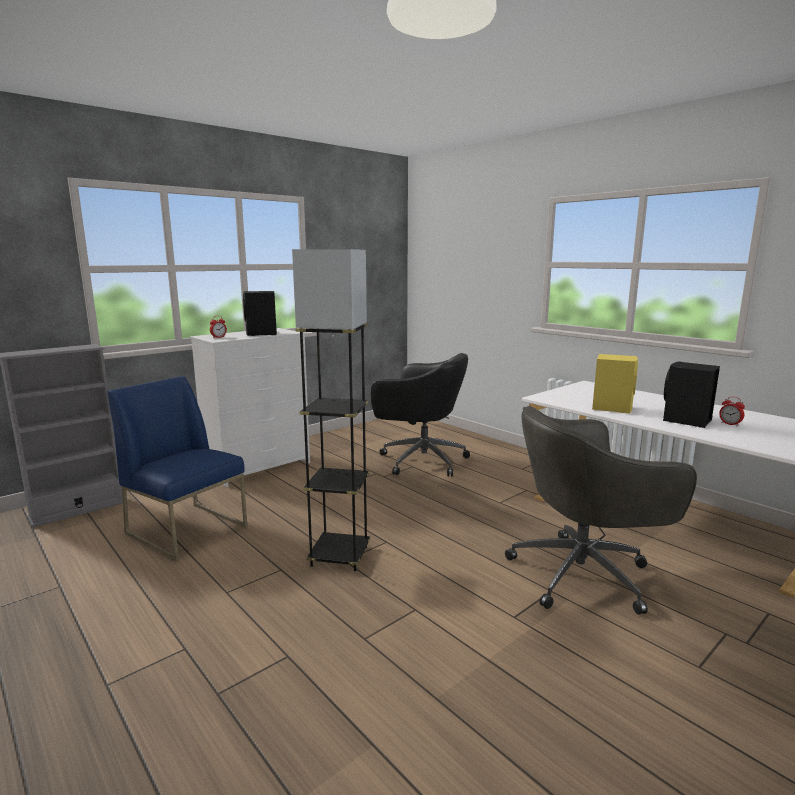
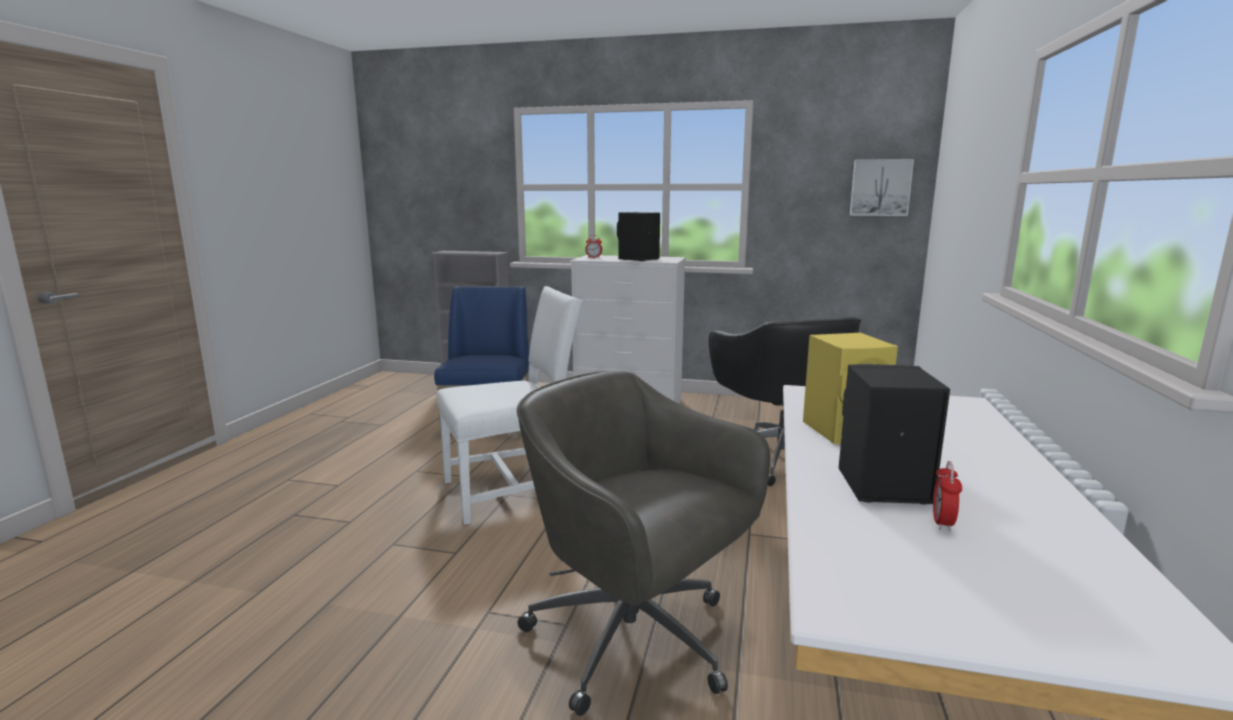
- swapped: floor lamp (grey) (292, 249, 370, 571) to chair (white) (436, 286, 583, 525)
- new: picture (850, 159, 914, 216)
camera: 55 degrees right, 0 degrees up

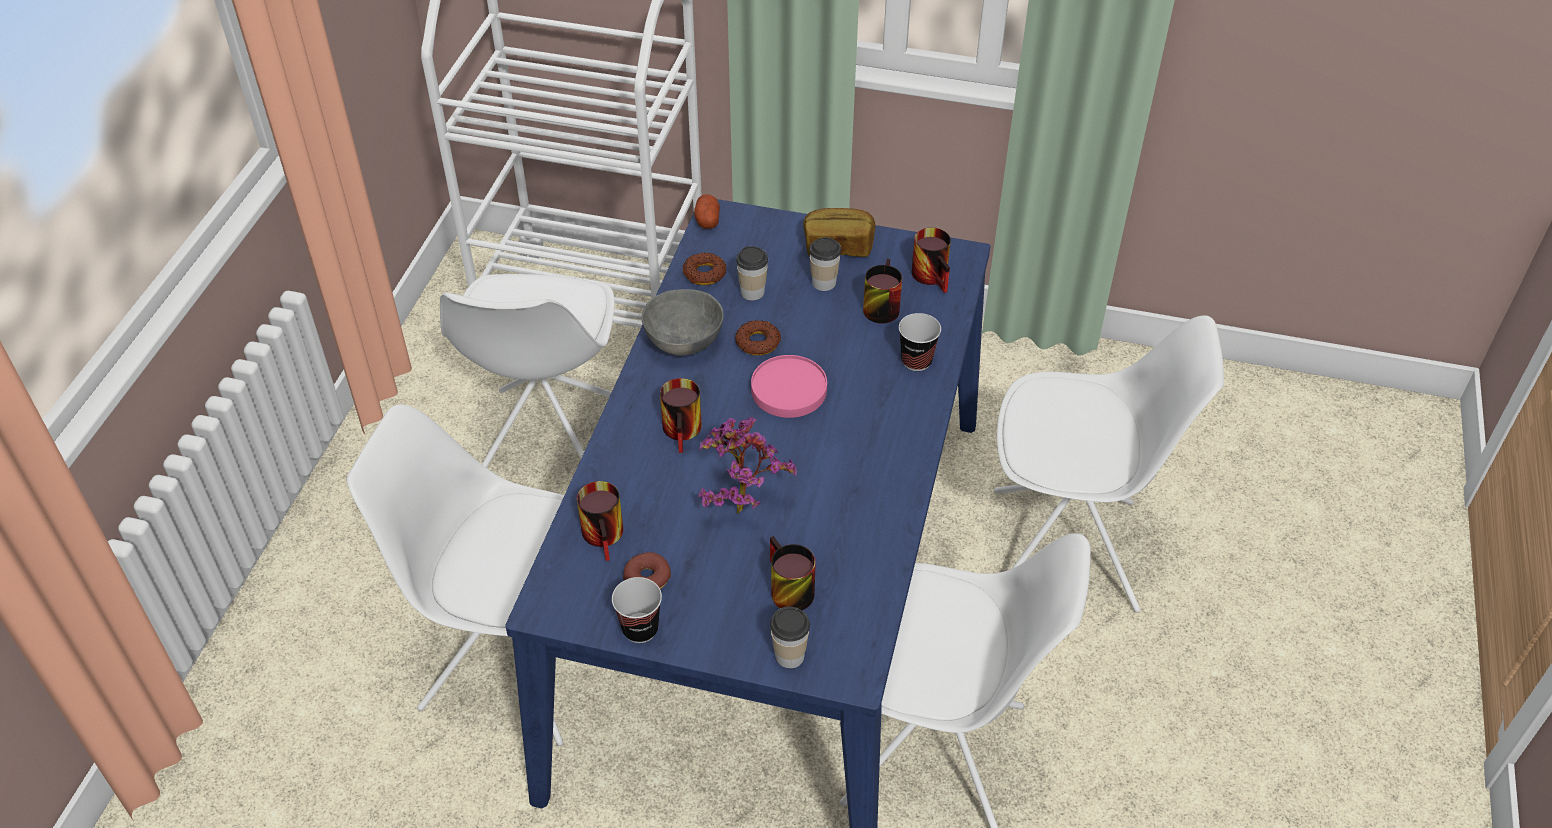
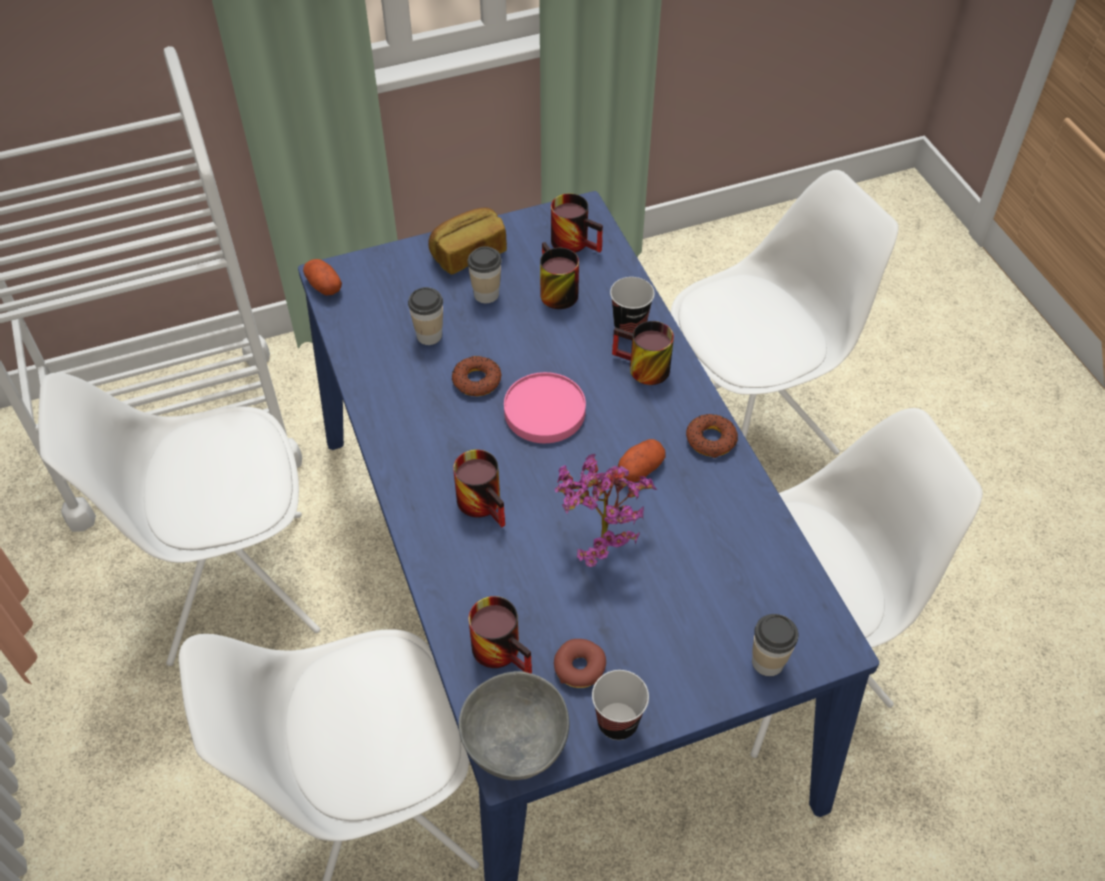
- shifted: donut (683, 252, 726, 285) to (686, 414, 738, 458)
- rotated: chair (white) (440, 274, 615, 468) = (38, 373, 320, 666) 105 degrees clockwise
- shifted: bowl (grey) (642, 289, 724, 356) to (459, 671, 570, 780)
- shifted: mug (770, 536, 816, 610) to (612, 321, 674, 385)
- new: potato (618, 439, 665, 482)
camera: 35 degrees left, 5 degrees up

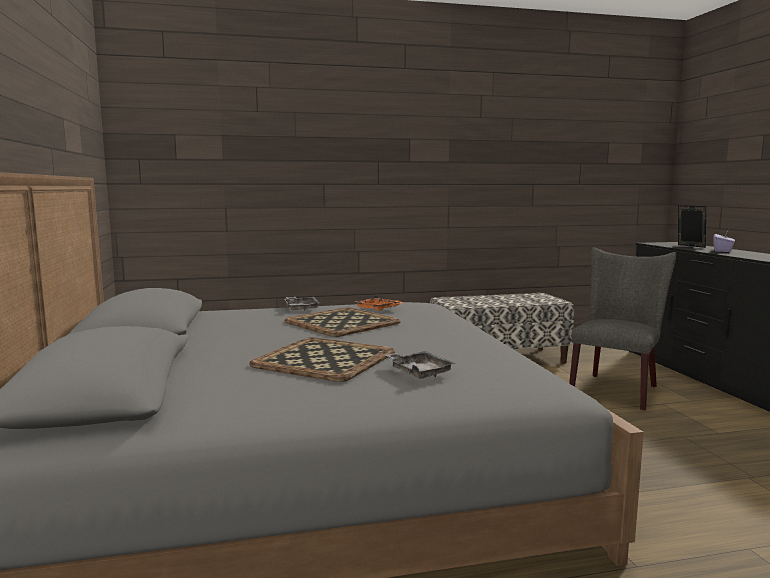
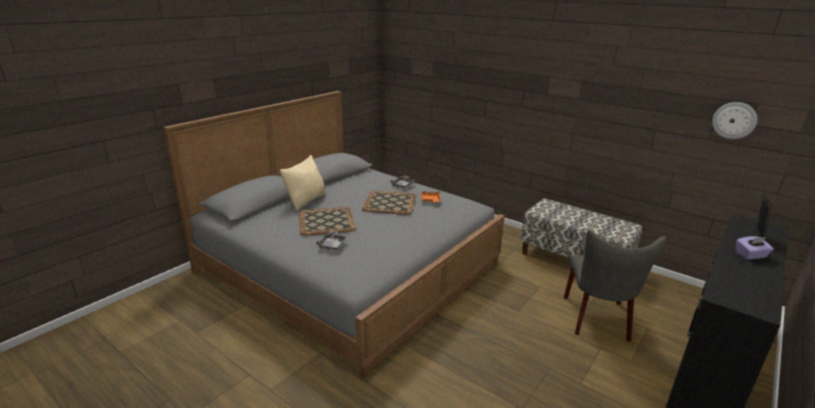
- rotated: chair (grey) (569, 248, 676, 410) = (564, 230, 667, 342) 105 degrees clockwise
- new: wall clock (712, 102, 757, 139)
- new: pillow (beige) (280, 155, 326, 210)
camera: 50 degrees right, 15 degrees up

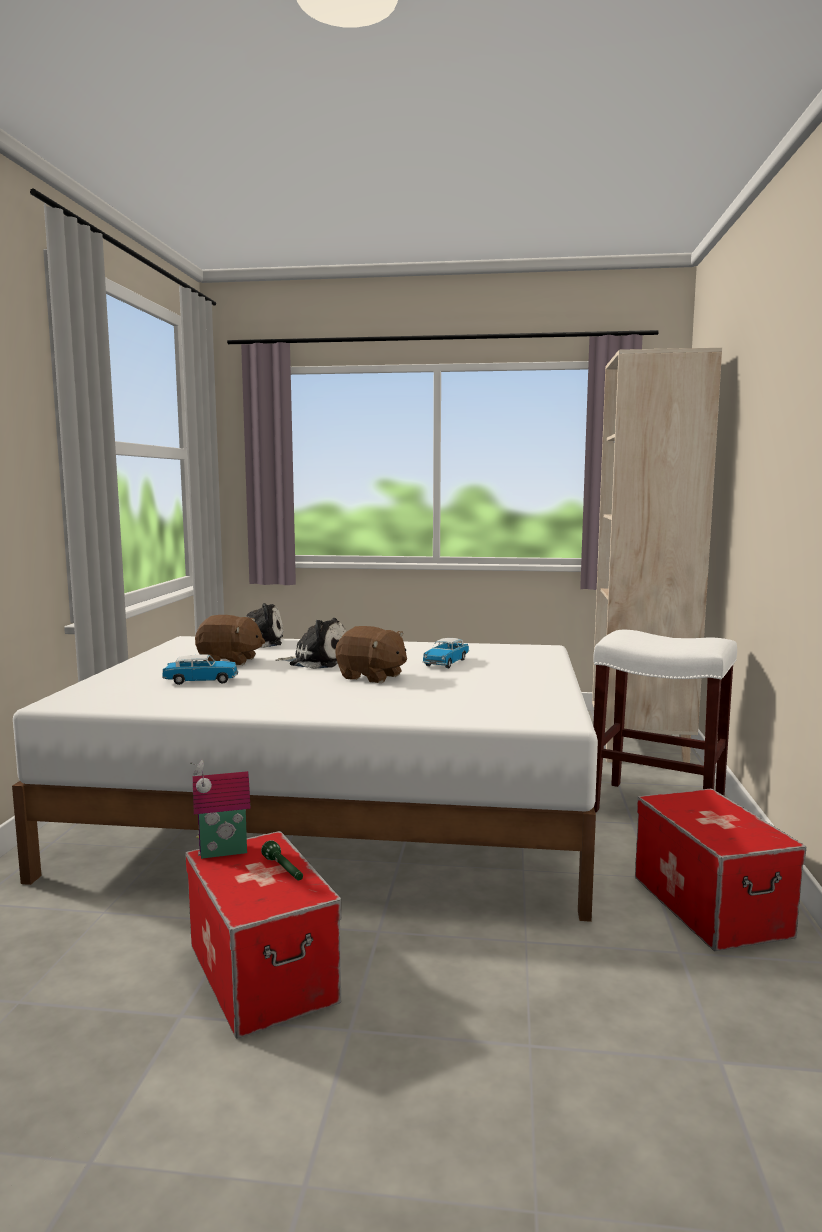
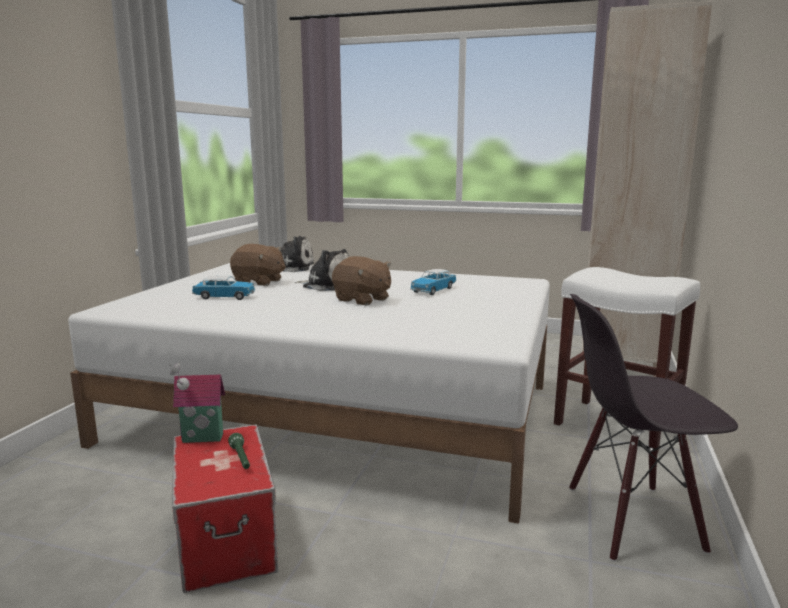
- swapped: storage box (635, 789, 806, 951) to chair (black) (569, 294, 738, 562)
camera: 10 degrees right, 5 degrees up

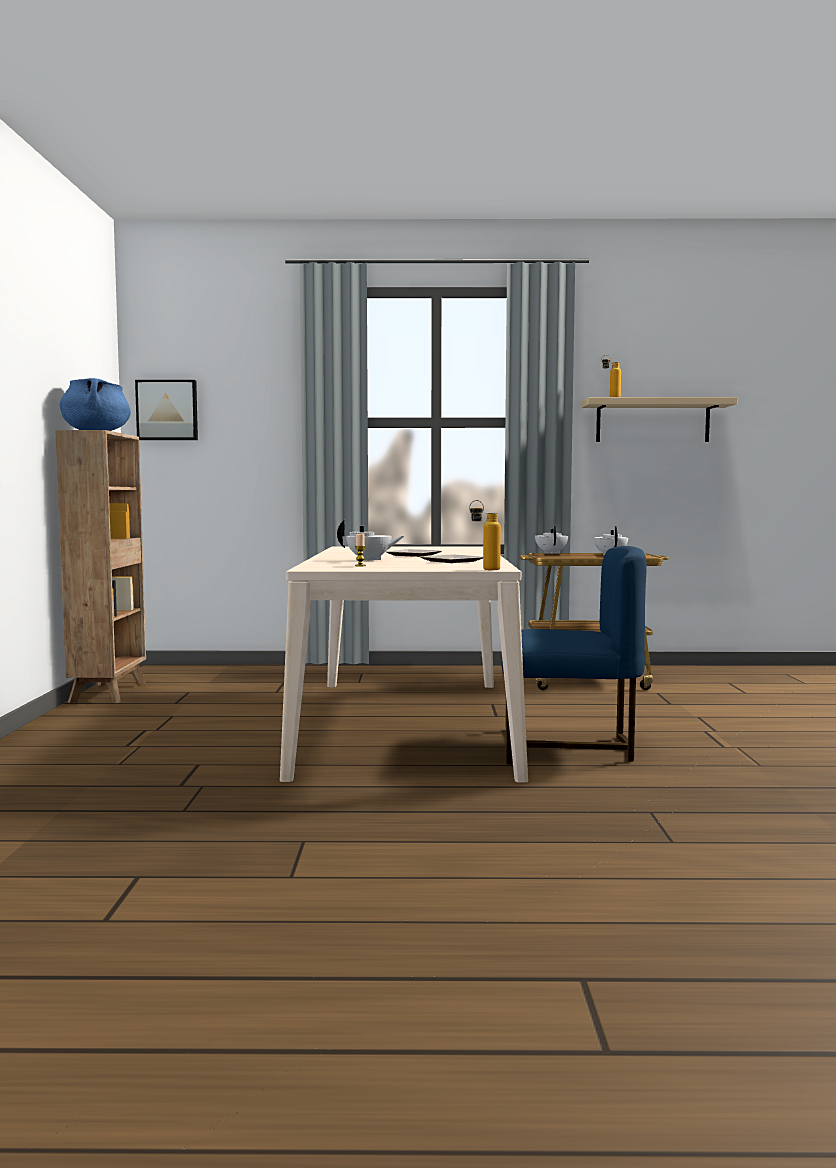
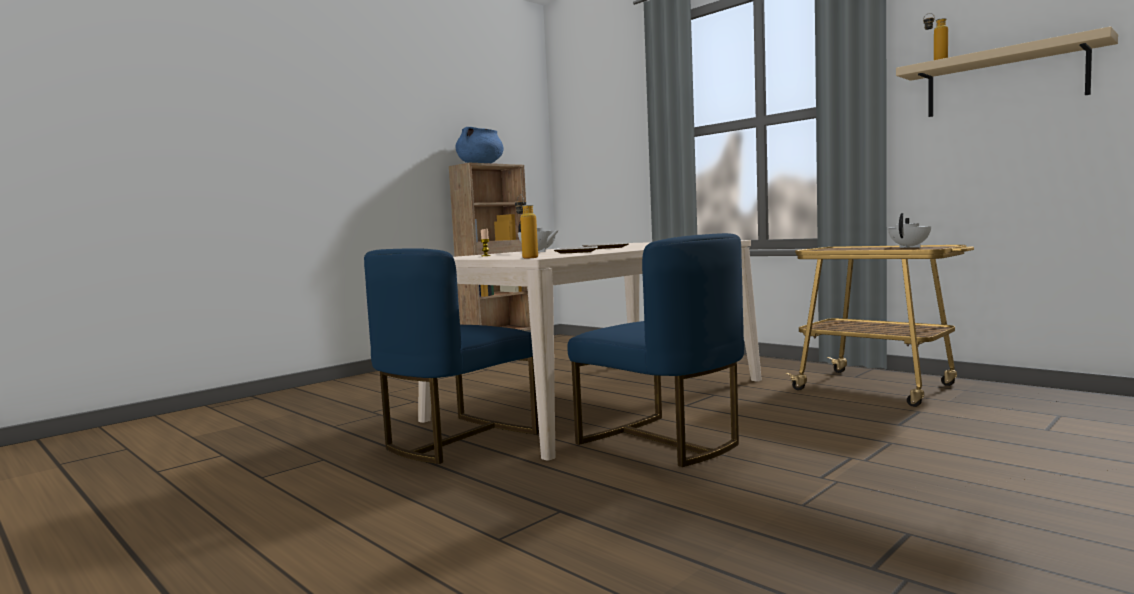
- gone: picture (135, 380, 198, 440)
- gone: teapot (white) (535, 524, 568, 554)
- new: chair (blue) (364, 248, 539, 464)
camera: 45 degrees right, 0 degrees up

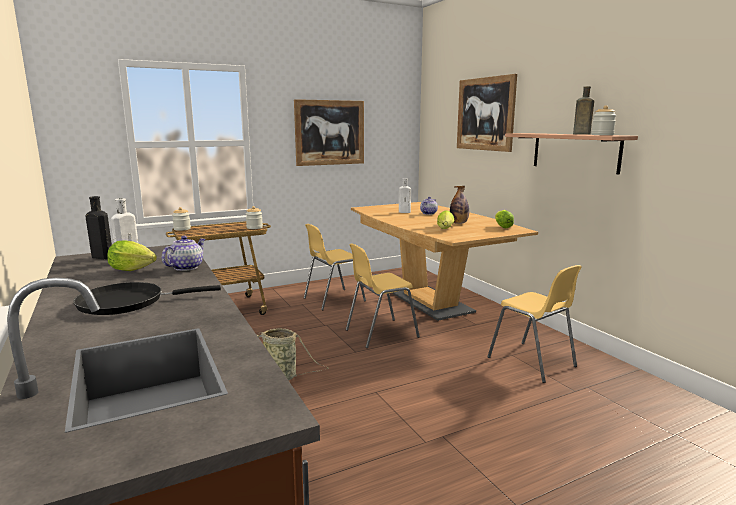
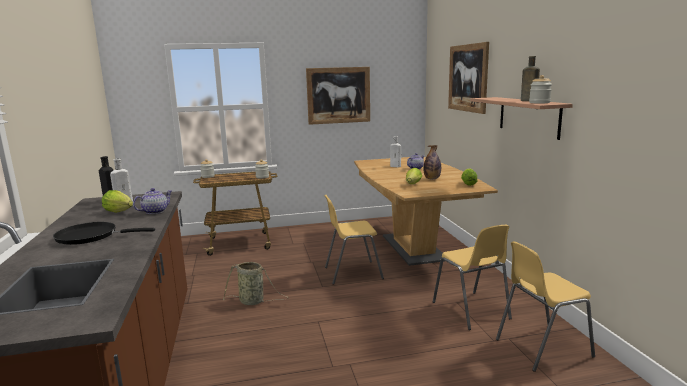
- shifted: chair (yellow) (304, 224, 366, 310) to (496, 241, 595, 372)
camera: 15 degrees right, 0 degrees up

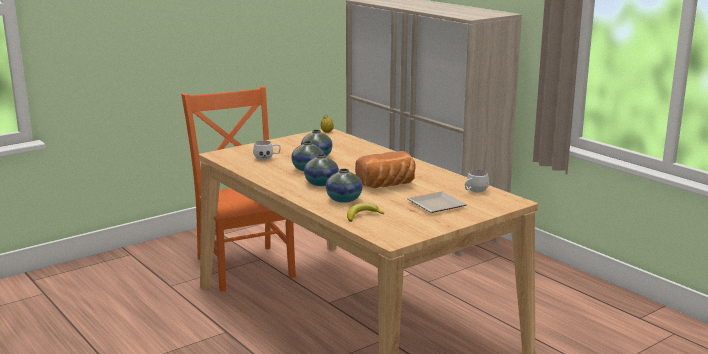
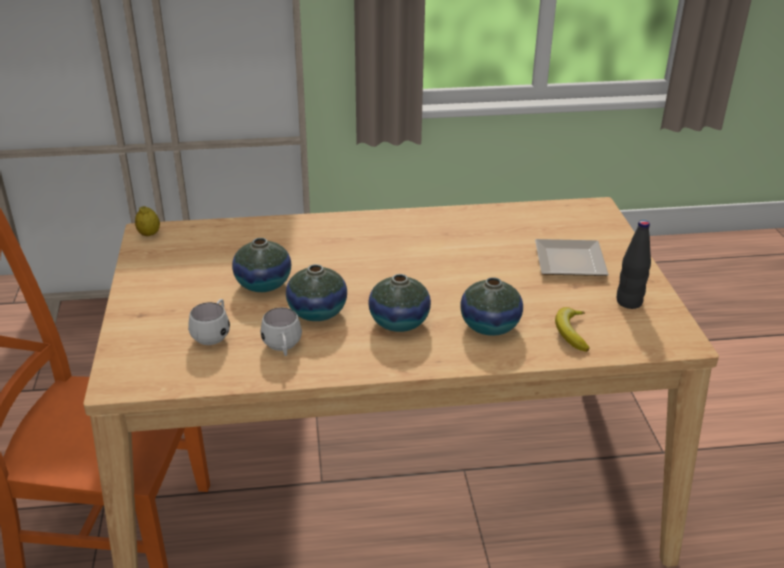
- gone: bread (355, 151, 415, 188)
- shifted: mug (white) (465, 170, 489, 193) to (260, 307, 302, 356)
- new: bottle (black) (617, 220, 651, 309)
camera: 60 degrees left, 15 degrees up

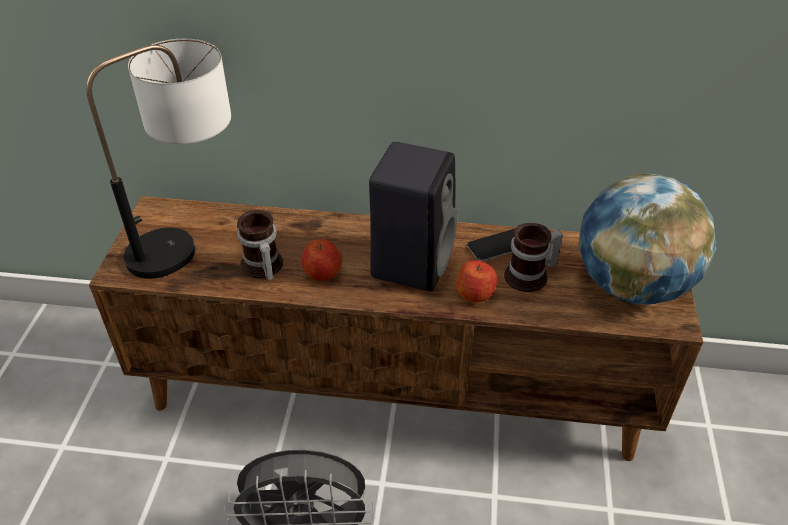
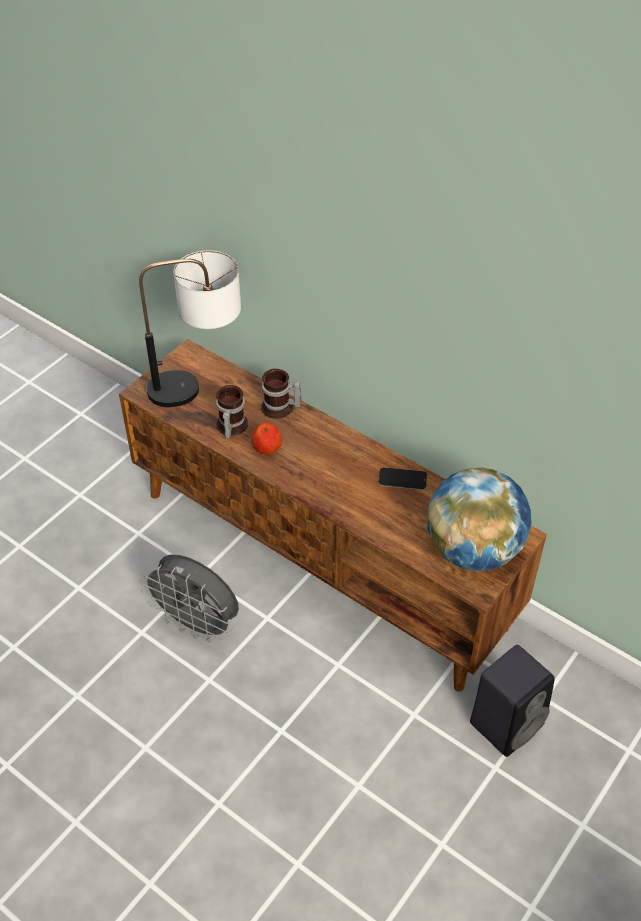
- shifted: speaker (black) (369, 142, 457, 292) to (470, 645, 555, 757)
- shifted: mug (504, 223, 563, 292) to (261, 369, 301, 419)
- gone: apple (456, 260, 497, 303)
camera: 30 degrees right, 5 degrees up

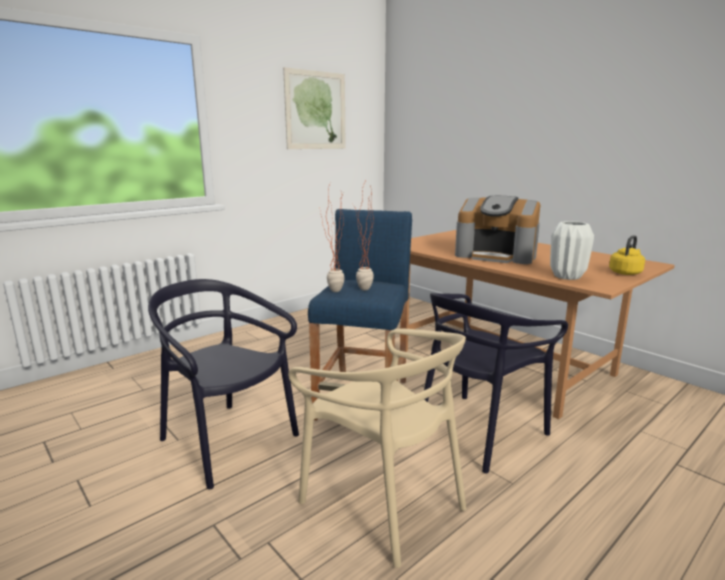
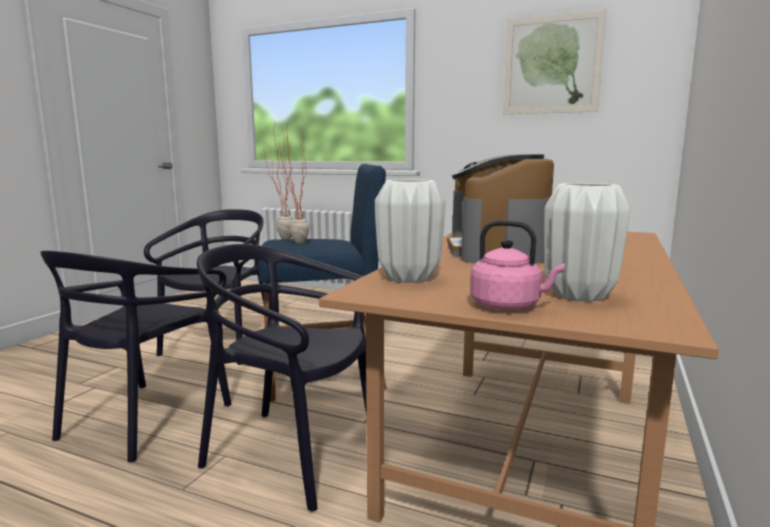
- repainted: kettle (yellow) (609, 235, 645, 275) to kettle (pink) (470, 220, 565, 310)
- repainted: chair (beige) (288, 329, 466, 568) to chair (black) (41, 251, 232, 463)
- new: vase (white) (544, 183, 630, 302)
camera: 65 degrees right, 5 degrees down

